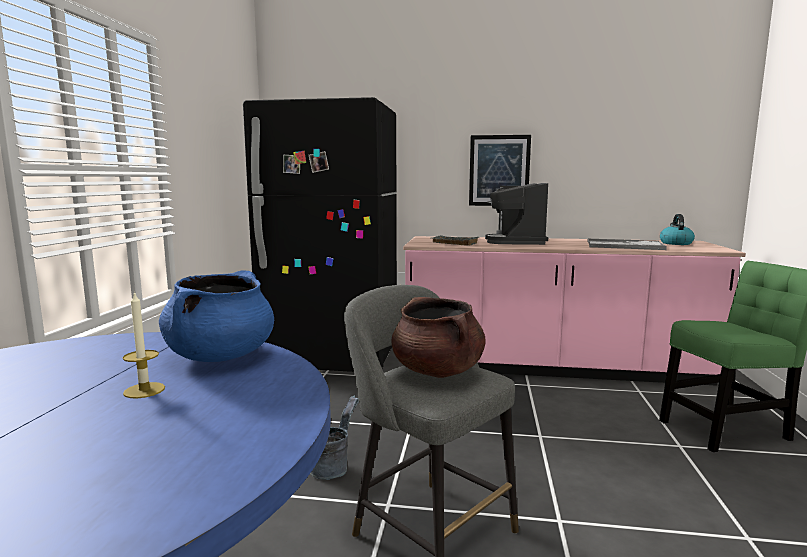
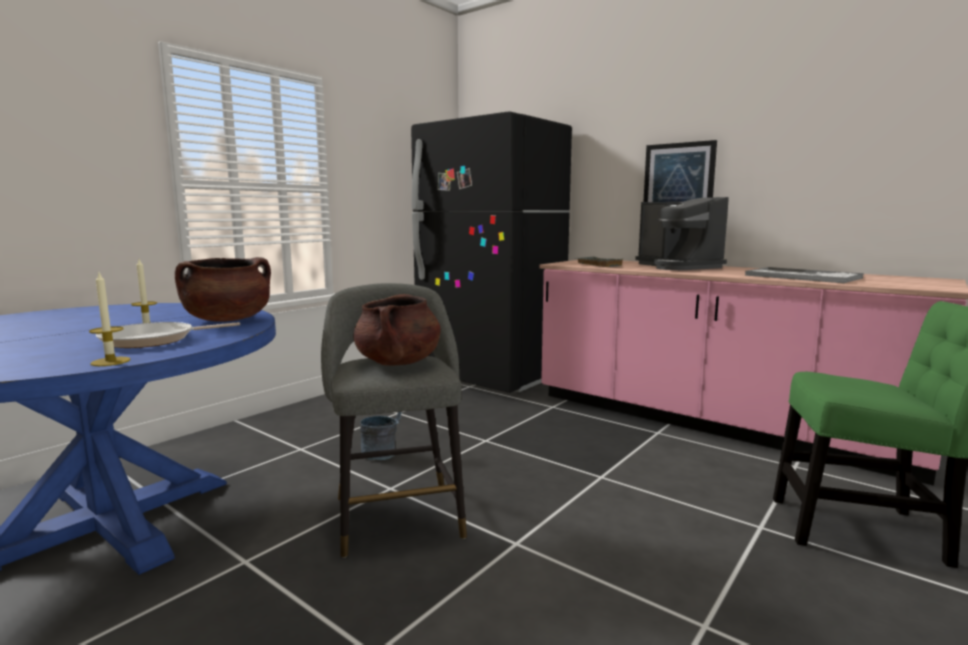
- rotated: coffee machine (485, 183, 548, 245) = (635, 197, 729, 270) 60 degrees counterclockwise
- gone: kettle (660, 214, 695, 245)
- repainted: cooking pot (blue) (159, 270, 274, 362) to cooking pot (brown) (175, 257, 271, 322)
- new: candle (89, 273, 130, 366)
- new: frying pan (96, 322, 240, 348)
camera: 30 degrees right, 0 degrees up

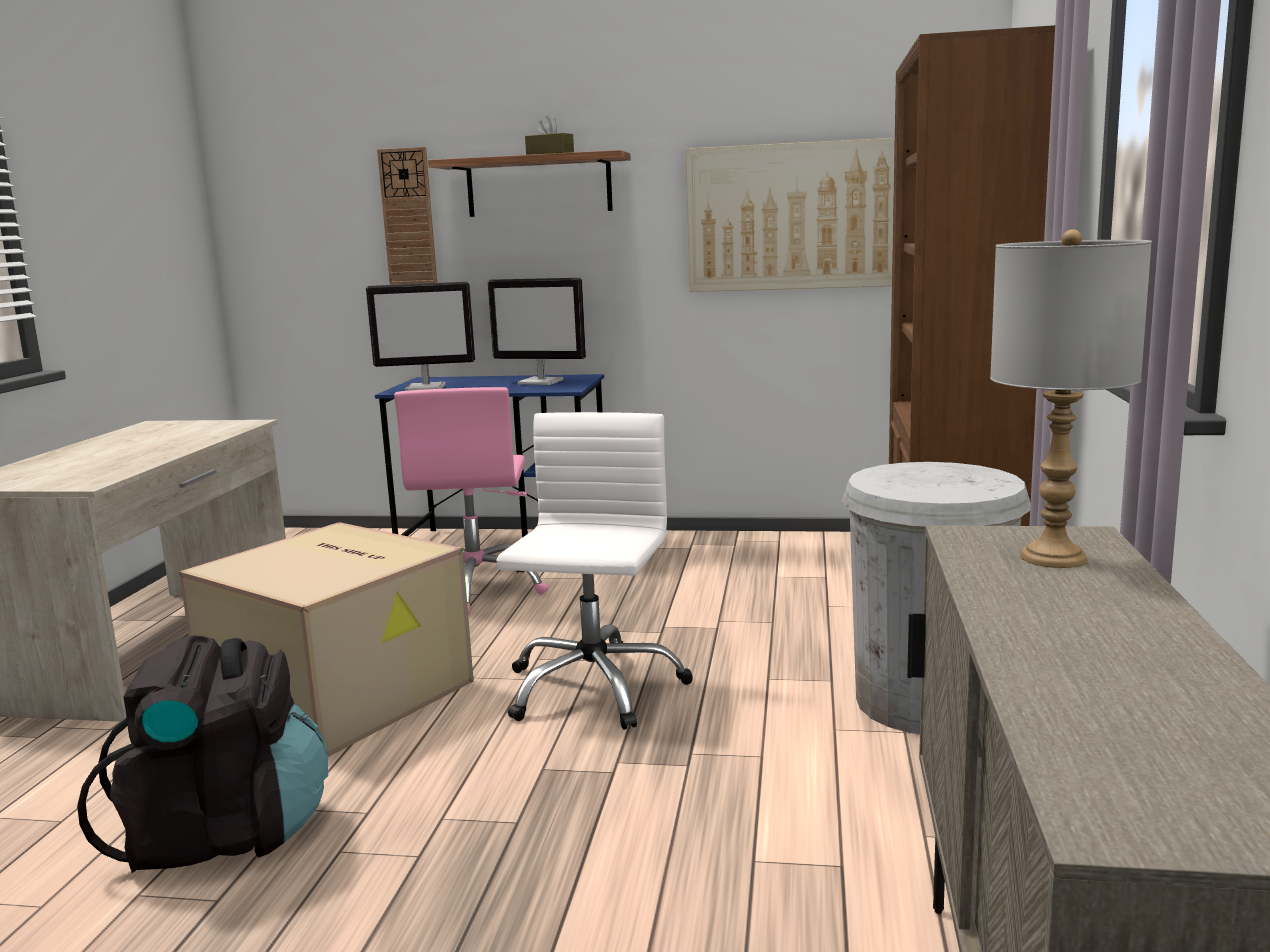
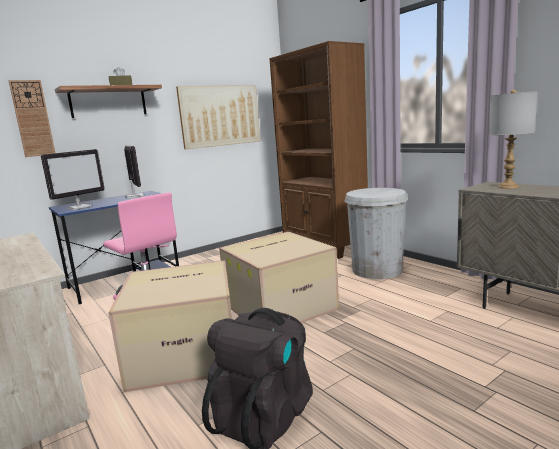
- rotated: monitor (488, 278, 586, 385) = (124, 145, 146, 199) 90 degrees counterclockwise
- swapped: office chair (white) (496, 412, 693, 730) to cardboard box (219, 232, 339, 323)
camera: 45 degrees left, 0 degrees up

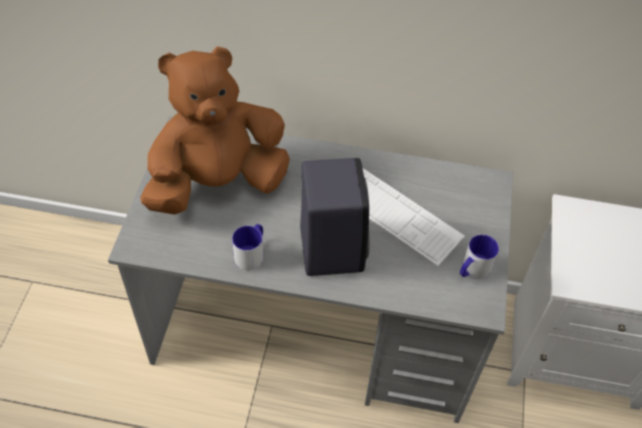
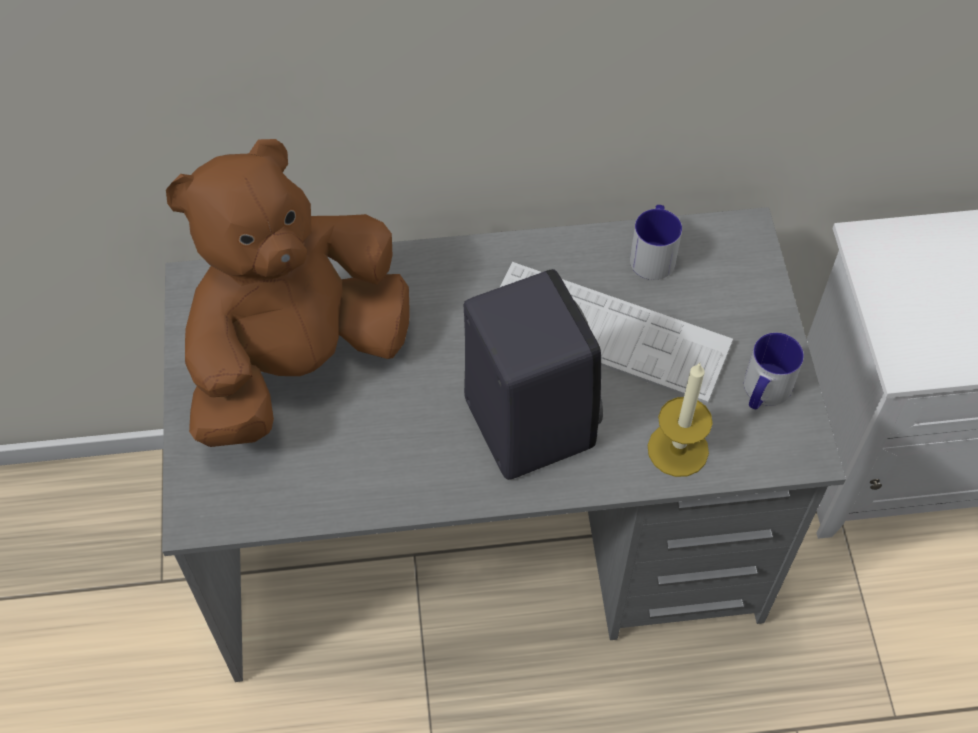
- shifted: mug (232, 224, 264, 271) to (630, 205, 682, 280)
- new: candle (648, 362, 713, 477)
camera: 15 degrees left, 5 degrees up

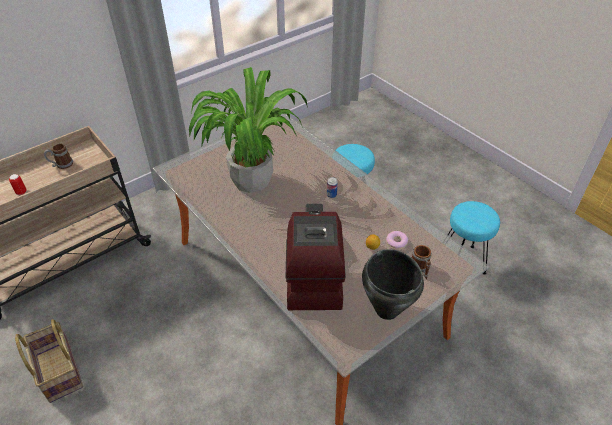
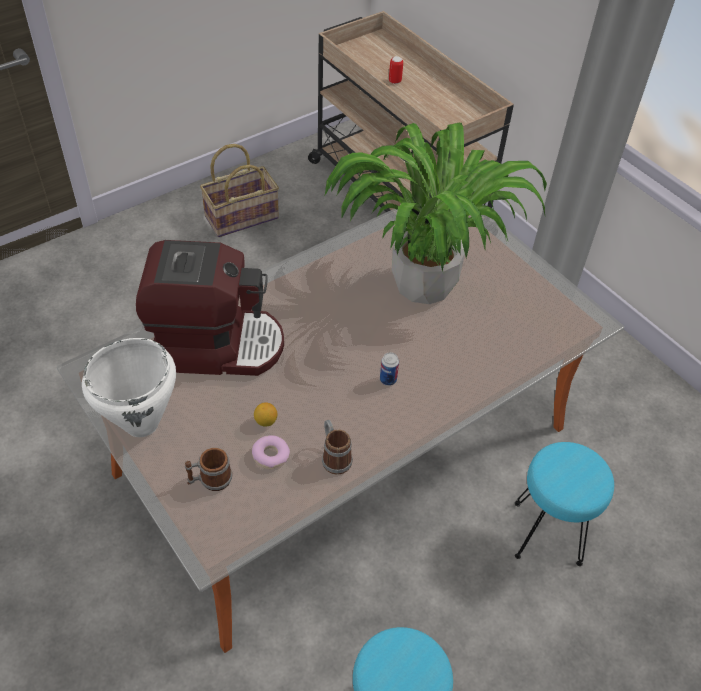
- shifted: mug (44, 144, 73, 169) to (322, 420, 353, 475)
- repainted: cooking pot (black) (362, 249, 424, 320) to cooking pot (white) (82, 338, 176, 437)
camera: 90 degrees right, 5 degrees up

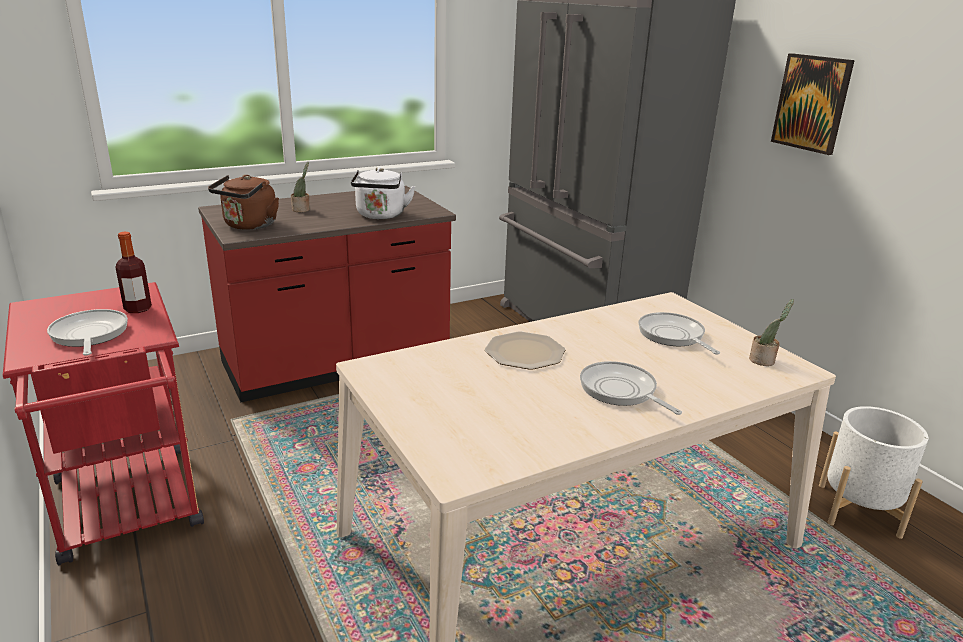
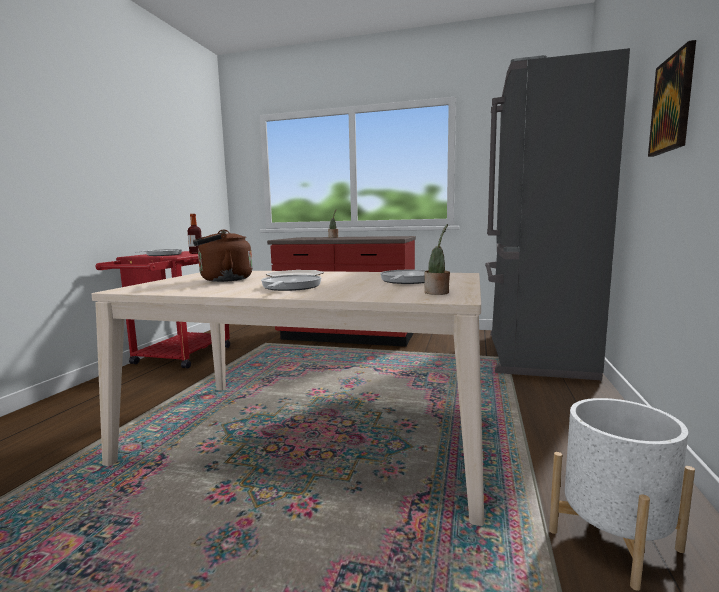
- gone: kettle (white) (351, 167, 415, 219)
- shifted: kettle (brown) (208, 175, 279, 230) to (193, 230, 252, 282)
camera: 45 degrees right, 15 degrees down

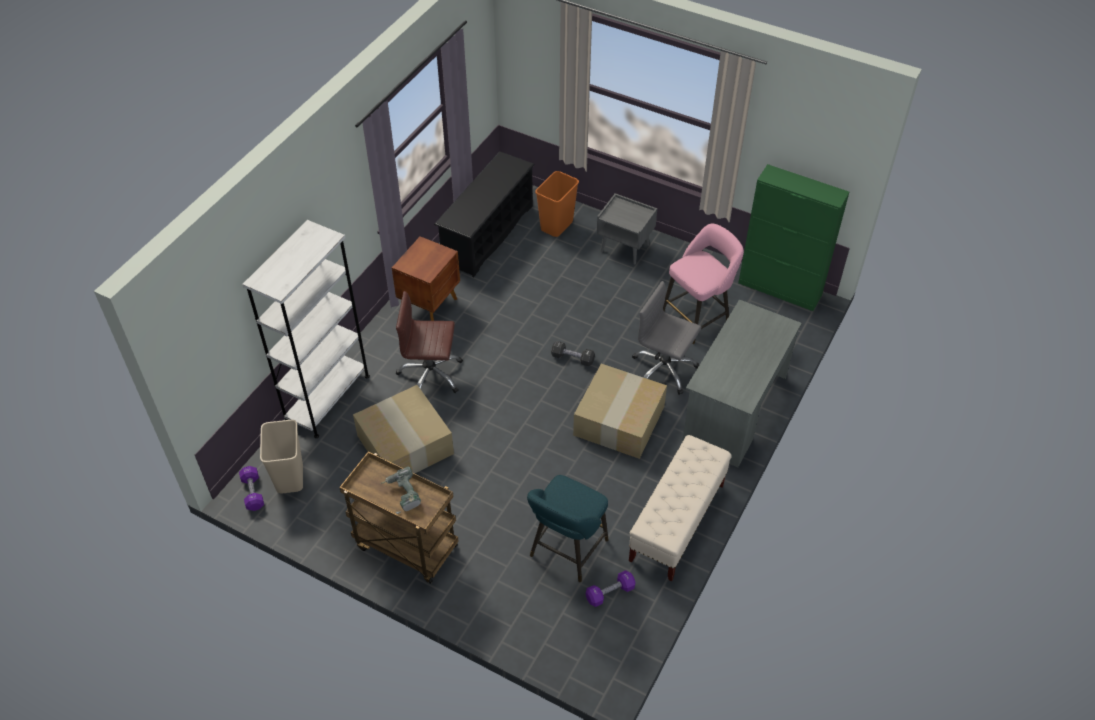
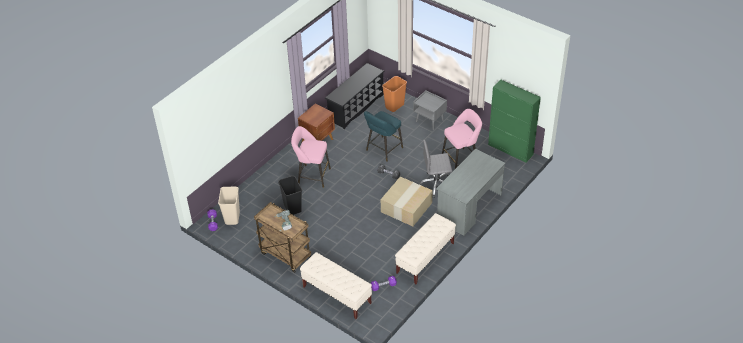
- gone: bookcase (white) (242, 220, 370, 438)
- rotated: office chair (grey) (632, 281, 701, 395) = (419, 140, 452, 198) 45 degrees counterclockwise
- swapped: office chair (brown) (396, 291, 463, 393) to stool (pink) (291, 126, 331, 188)
- swapped: cardboard box (353, 385, 454, 473) to trash can (black) (278, 176, 302, 215)
- shifted: stool (turquoise) (527, 475, 608, 582) to (364, 111, 403, 162)
- new: bench (beige) (300, 252, 372, 319)
camera: 10 degrees right, 5 degrees down

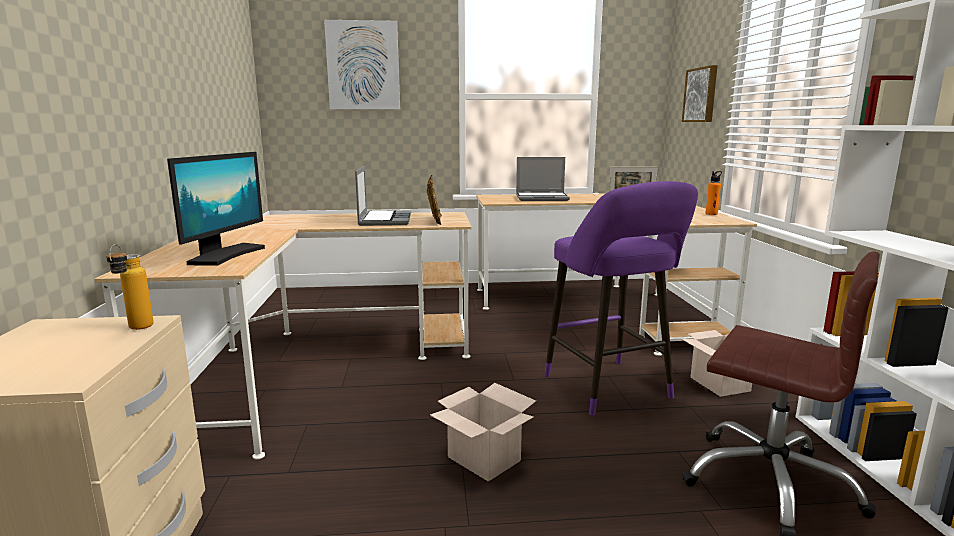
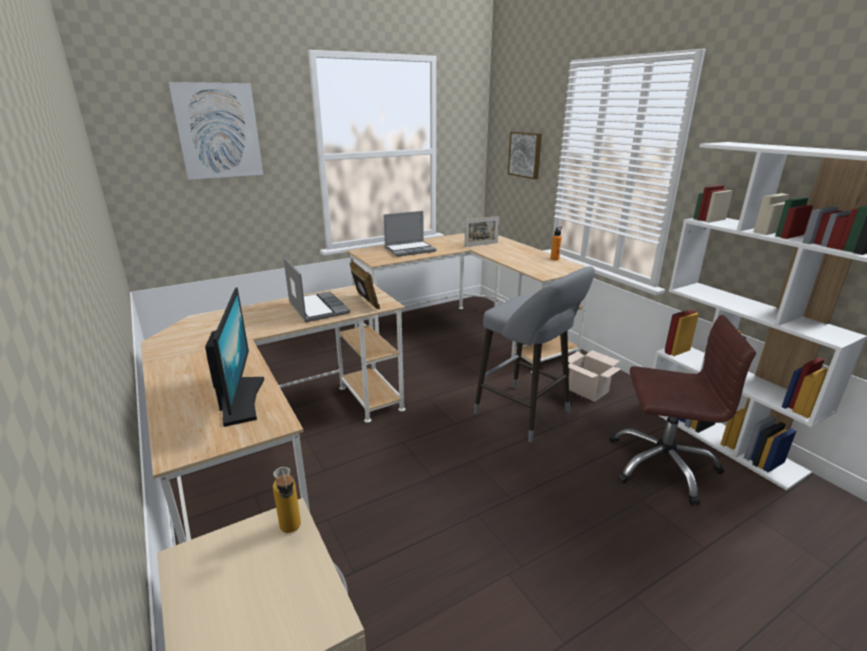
- repainted: stool (purple) (544, 181, 698, 416) to stool (grey) (474, 266, 595, 442)
- gone: cardboard box (430, 383, 536, 482)
camera: 25 degrees left, 10 degrees up

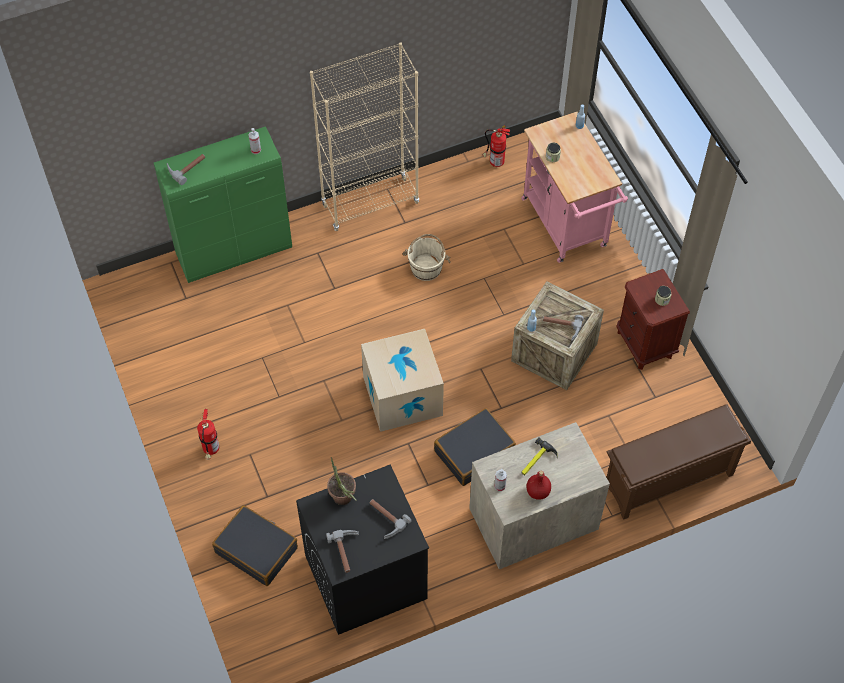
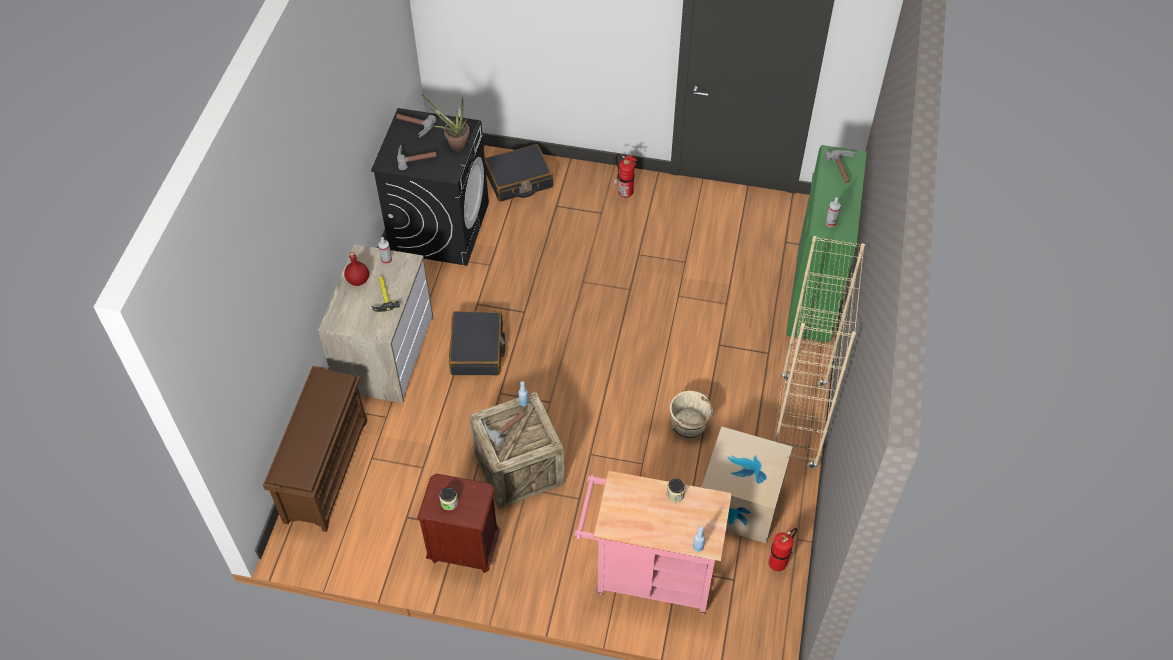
- shifted: cardboard box (361, 329, 444, 432) to (701, 426, 792, 543)
camera: 125 degrees right, 5 degrees down

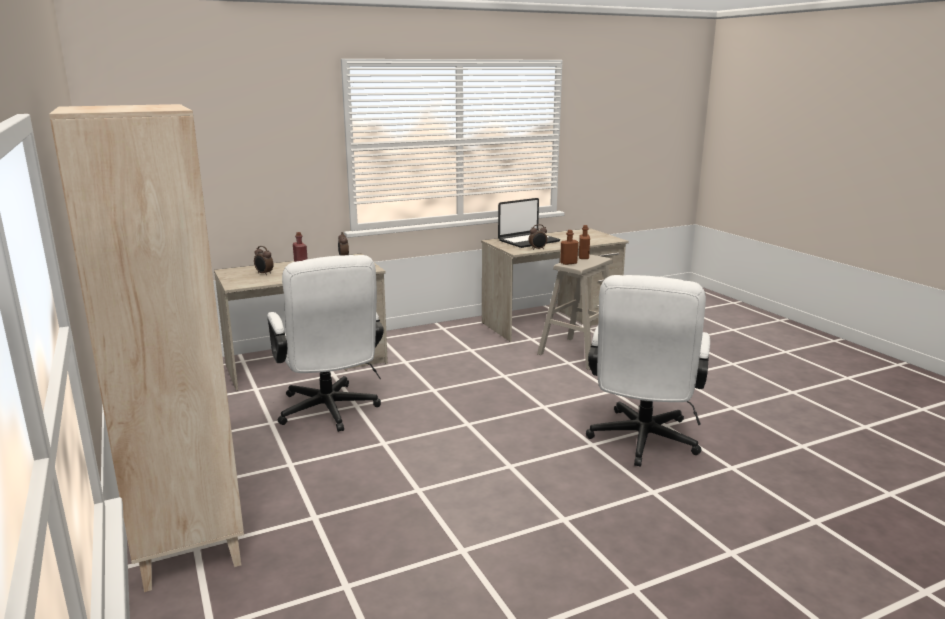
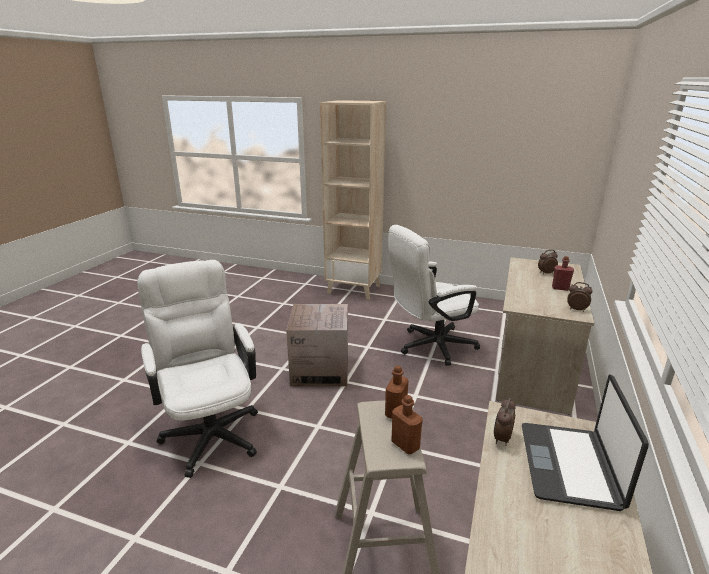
- rotated: office chair (white) (267, 255, 384, 432) = (388, 225, 480, 366) 45 degrees counterclockwise
- new: cardboard box (286, 304, 348, 386)
camera: 135 degrees right, 5 degrees up

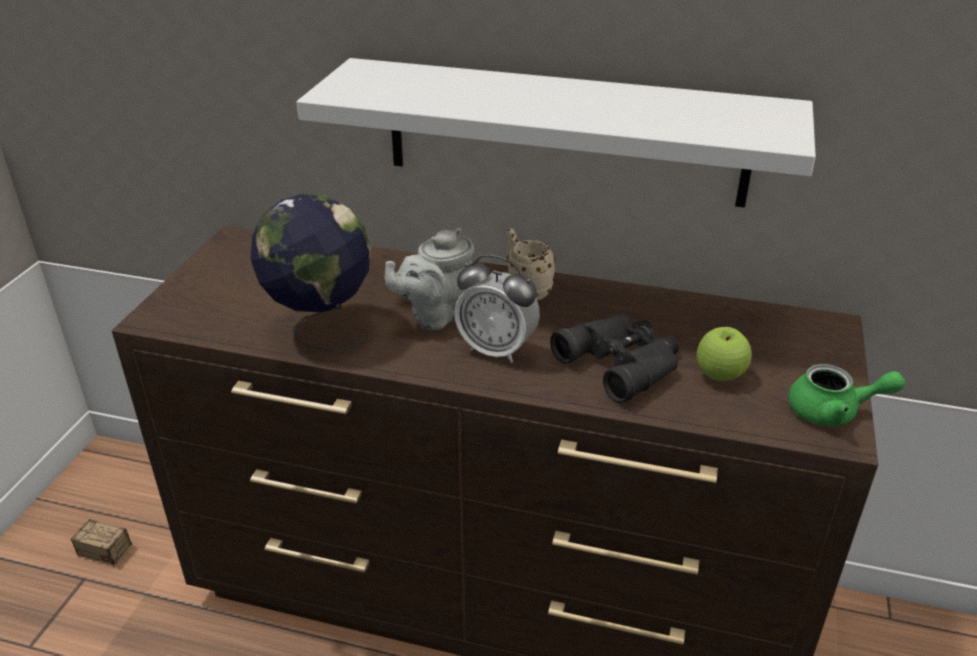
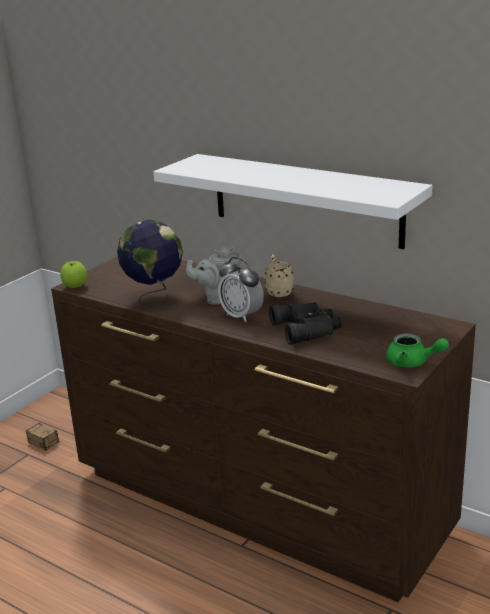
- shifted: apple (697, 327, 752, 381) to (60, 261, 87, 288)
camera: 20 degrees right, 10 degrees down

